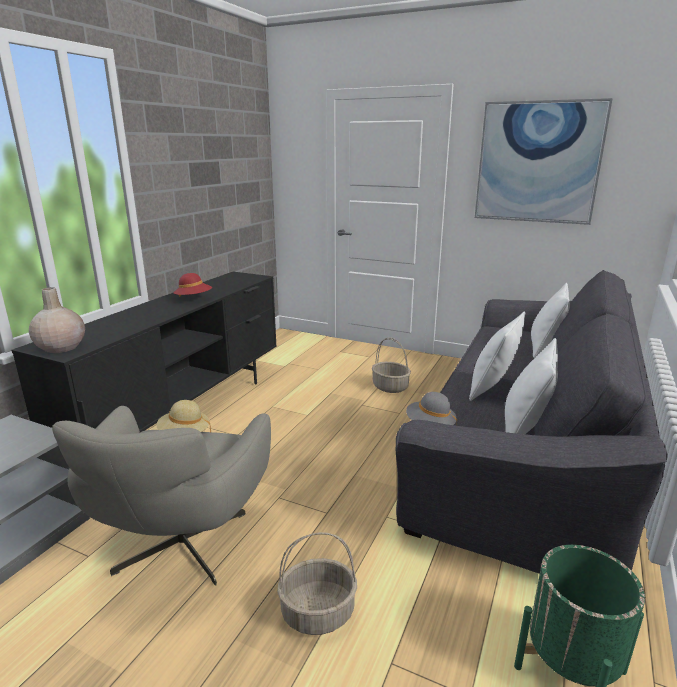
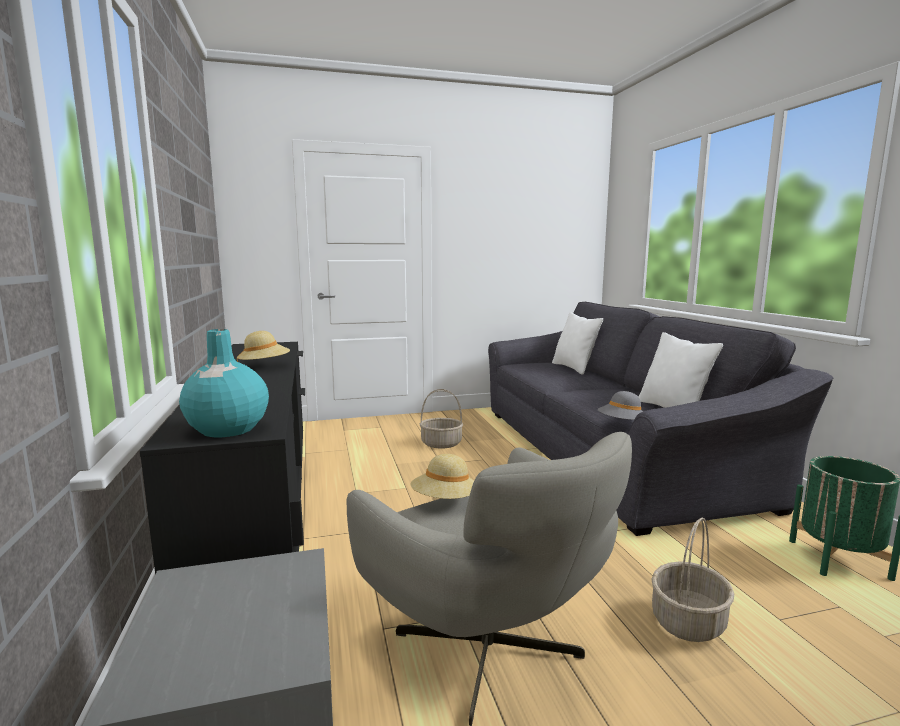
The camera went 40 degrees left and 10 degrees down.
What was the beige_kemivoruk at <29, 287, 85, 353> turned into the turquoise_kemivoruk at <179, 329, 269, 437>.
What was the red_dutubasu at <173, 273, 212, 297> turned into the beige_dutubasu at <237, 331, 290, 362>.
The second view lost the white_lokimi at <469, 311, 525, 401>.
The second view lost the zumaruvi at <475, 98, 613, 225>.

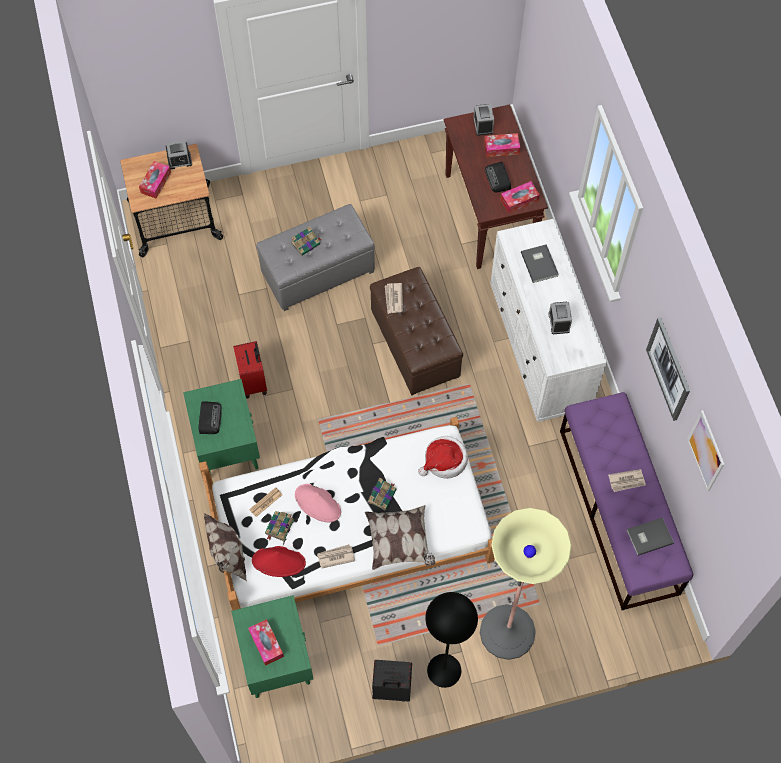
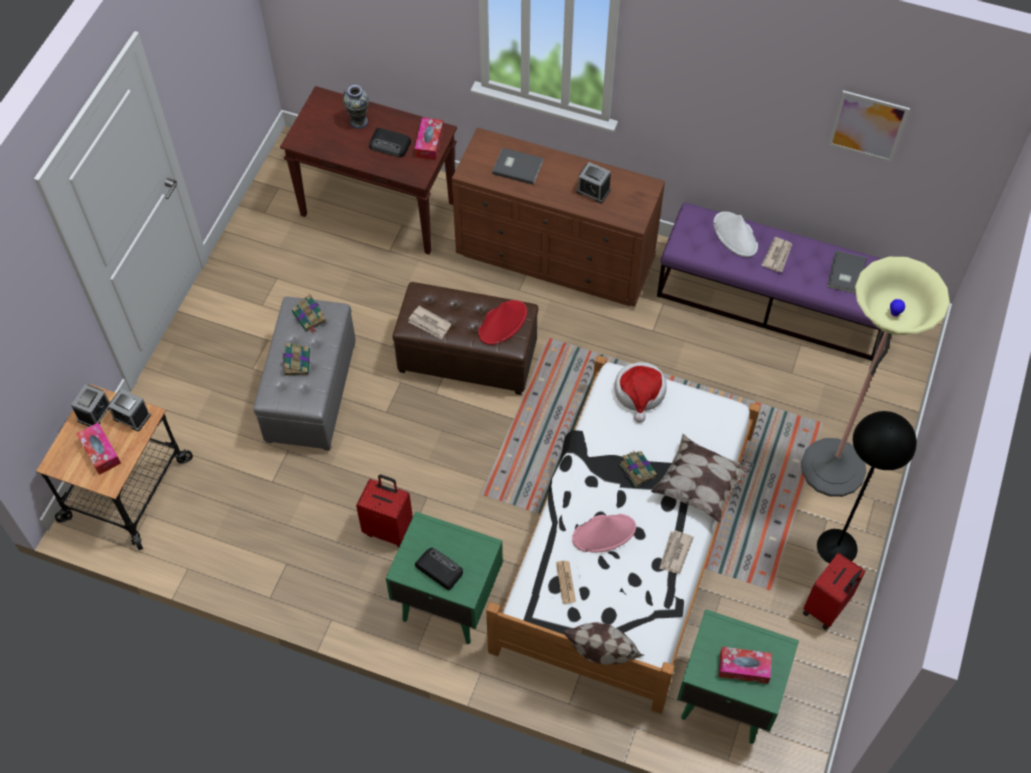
The camera went 55 degrees left and 5 degrees down.
The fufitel ended up elsewhere, having gone from <473, 104, 494, 136> to <108, 389, 151, 431>.
The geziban ended up elsewhere, having gone from <265, 511, 294, 542> to <292, 294, 327, 333>.
Where the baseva stood at <484, 133, 520, 157>, the kemivoruk came to stand at <343, 85, 369, 129>.
What was the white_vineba at <490, 219, 607, 422> turned into the brown_vineba at <452, 127, 665, 307>.
The red_dutubasu ended up elsewhere, having gone from <252, 546, 306, 577> to <478, 300, 527, 345>.
The second view gained the white_dutubasu at <713, 212, 758, 257>.
What was the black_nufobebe at <372, 660, 412, 701> turned into the red_nufobebe at <803, 552, 866, 630>.
The second view lost the zumaruvi at <646, 317, 690, 421>.

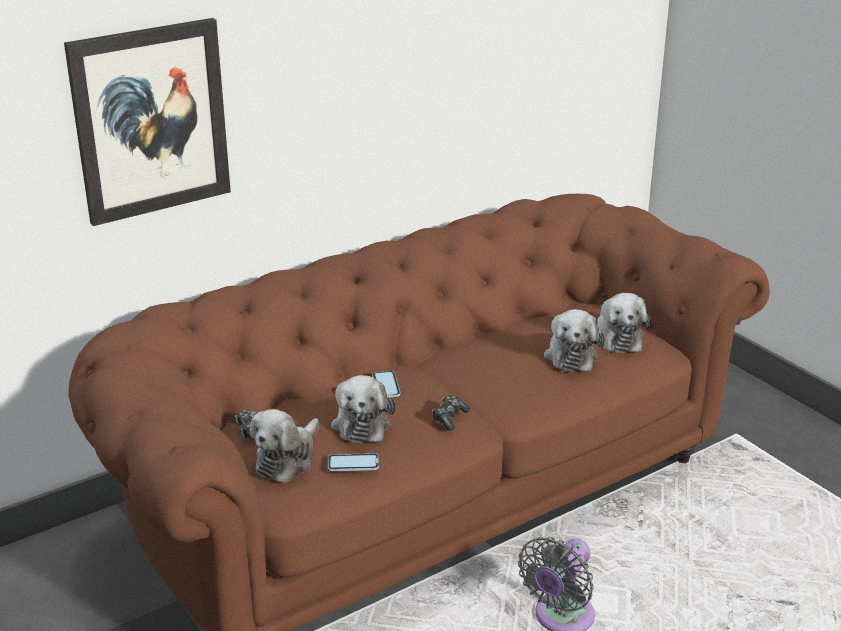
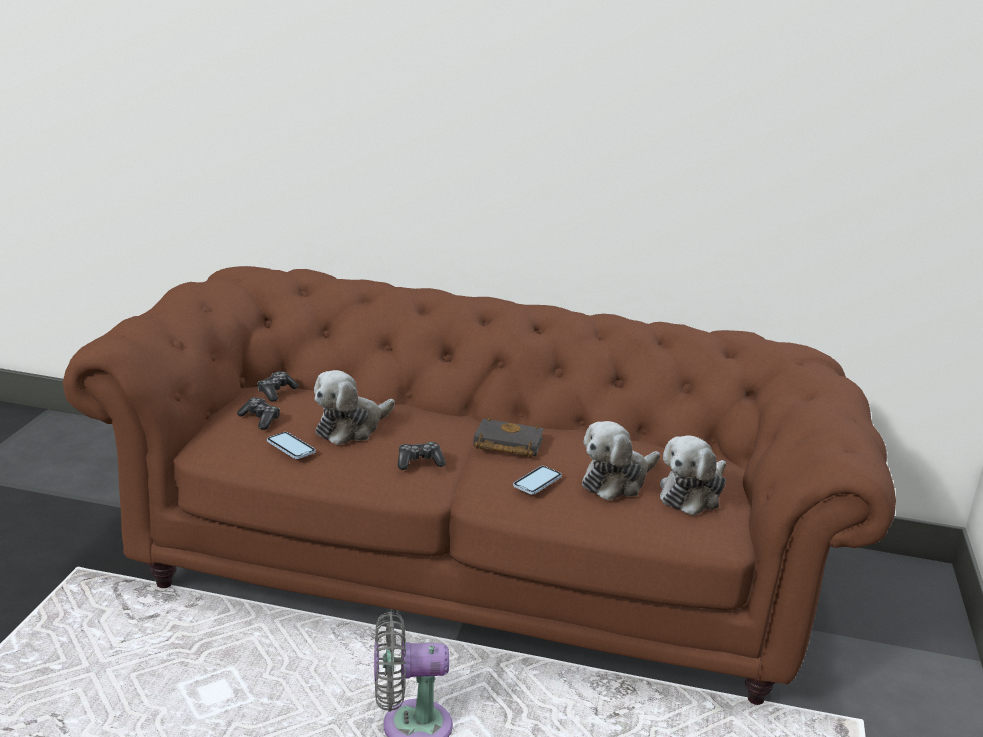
The camera went 45 degrees right and 5 degrees down.
Where the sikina stood at <250, 409, 319, 483>, the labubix came to stand at <237, 397, 280, 430>.
The second view gained the black_geziban at <473, 417, 544, 458>.
The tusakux ended up elsewhere, having gone from <372, 371, 401, 398> to <513, 466, 562, 495>.
The second view lost the zumaruvi at <64, 18, 231, 226>.

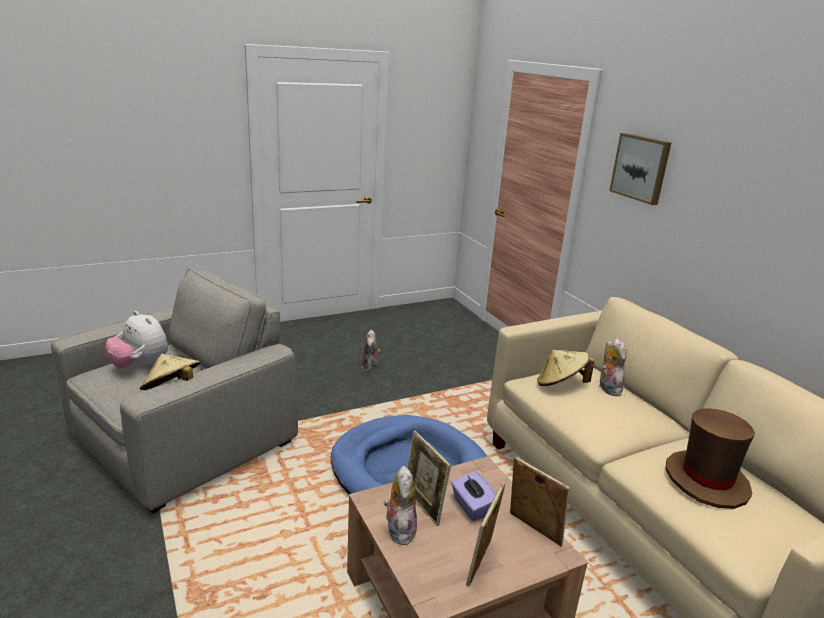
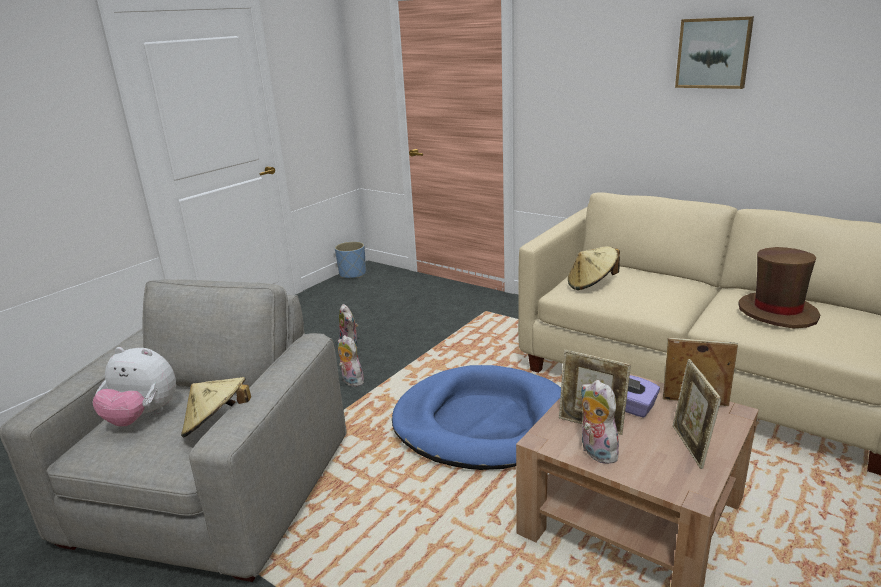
The camera went 25 degrees left and 0 degrees up.
The second view gained the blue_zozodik at <335, 241, 366, 278>.
The sikina ended up elsewhere, having gone from <600, 339, 627, 396> to <338, 335, 364, 387>.
The zumaruvi ended up elsewhere, having gone from <609, 133, 671, 205> to <675, 16, 754, 89>.

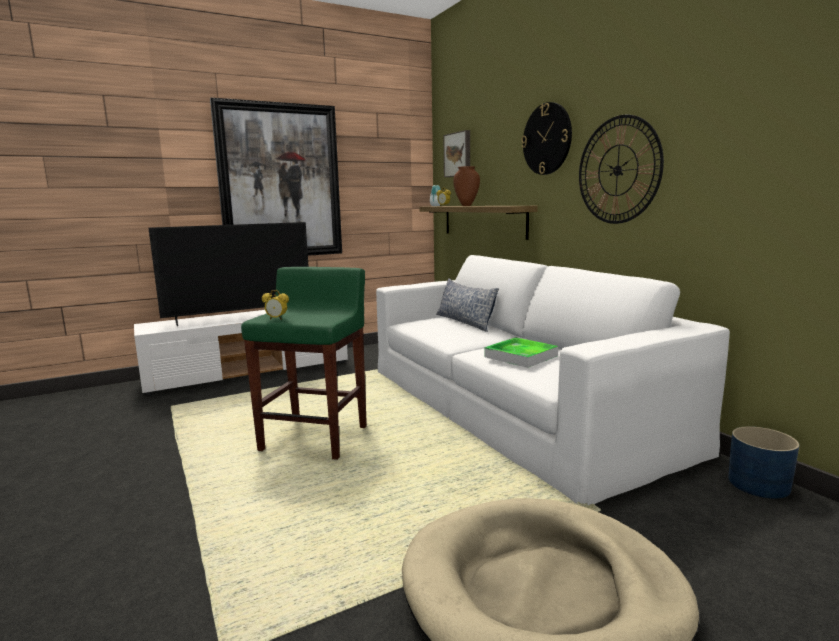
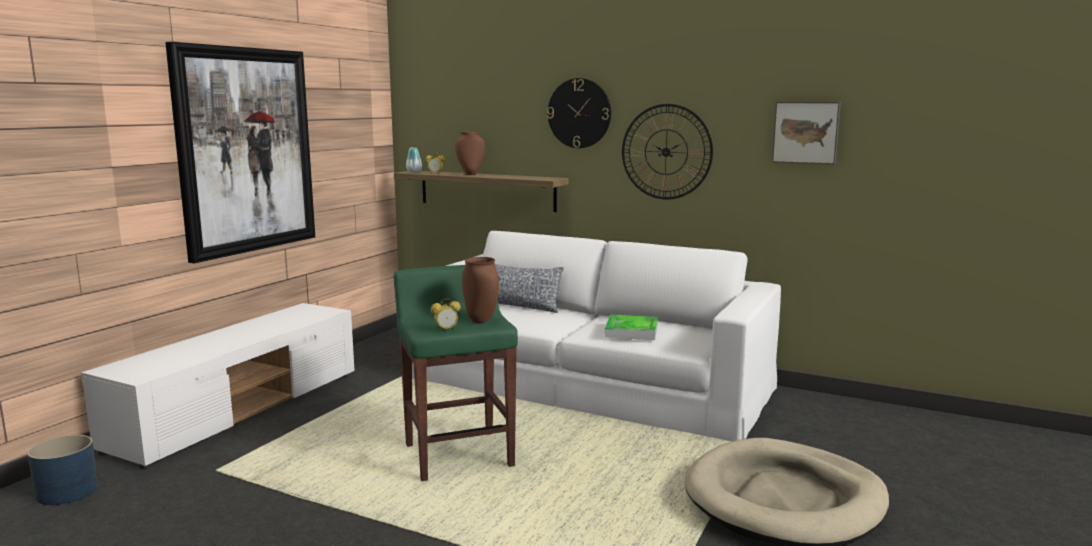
The camera went 35 degrees left and 0 degrees up.
The blue_zozodik ended up elsewhere, having gone from <728, 426, 799, 499> to <27, 435, 97, 505>.
The second view gained the brown_kemivoruk at <462, 257, 499, 323>.
The zumaruvi ended up elsewhere, having gone from <444, 130, 470, 177> to <772, 102, 841, 164>.
The second view lost the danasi at <148, 222, 309, 326>.

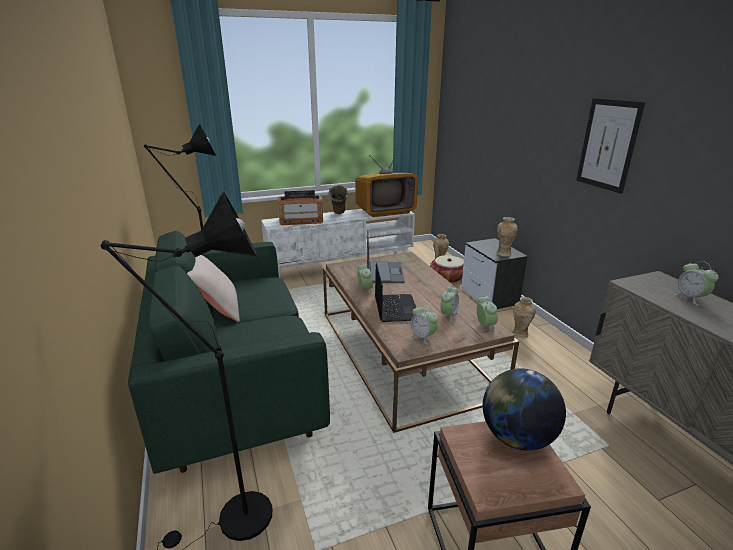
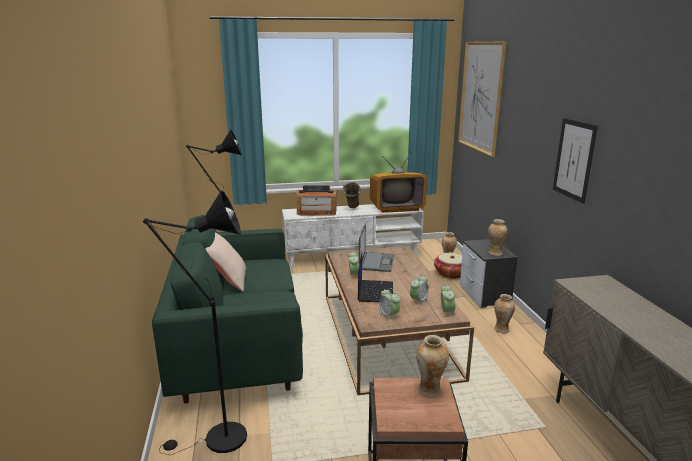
The camera went 10 degrees right and 5 degrees down.
Where the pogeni stood at <483, 369, 566, 451>, the kemivoruk came to stand at <416, 335, 449, 398>.
The second view gained the zumaruvi at <458, 41, 507, 157>.
The second view lost the fufitel at <674, 261, 719, 306>.

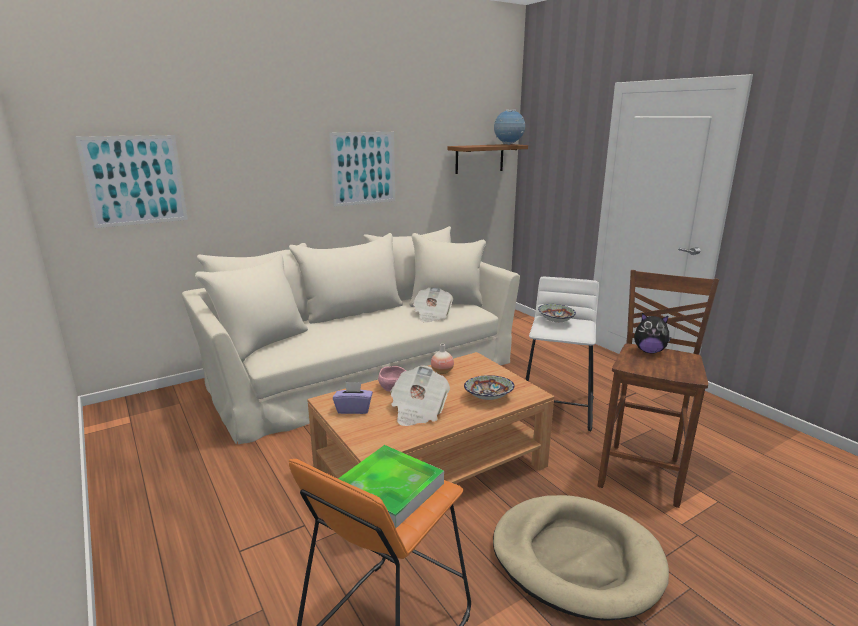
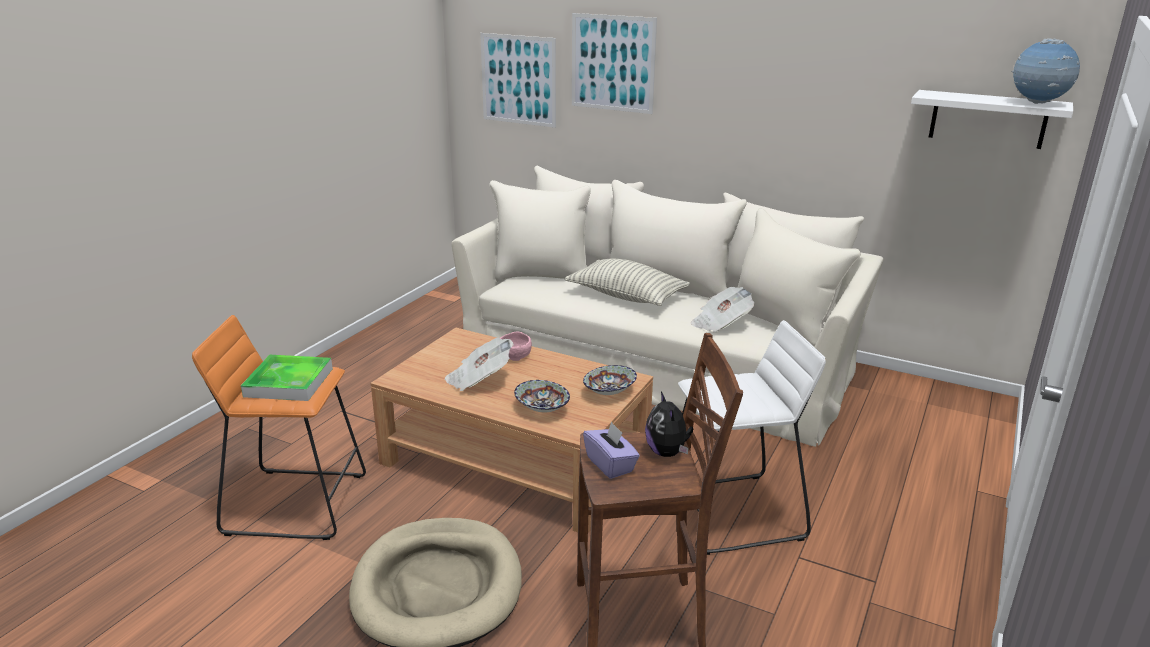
The camera went 60 degrees right and 5 degrees up.
The second view gained the lokimi at <565, 259, 690, 306>.
The zumaruvi ended up elsewhere, having gone from <329, 132, 395, 207> to <572, 13, 657, 114>.
The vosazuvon ended up elsewhere, having gone from <538, 304, 576, 322> to <583, 365, 637, 395>.
The purple_baseva ended up elsewhere, having gone from <333, 382, 373, 414> to <583, 421, 640, 479>.
What was the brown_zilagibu at <448, 144, 528, 174> turned into the white_zilagibu at <911, 90, 1073, 149>.
The second view lost the kemivoruk at <431, 344, 454, 374>.

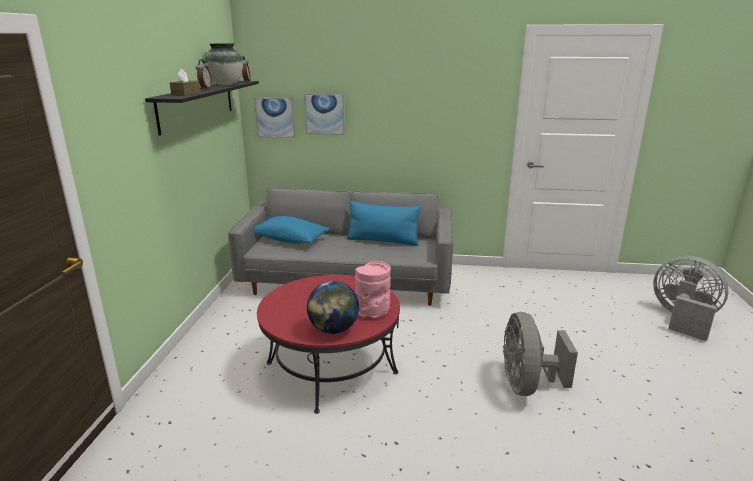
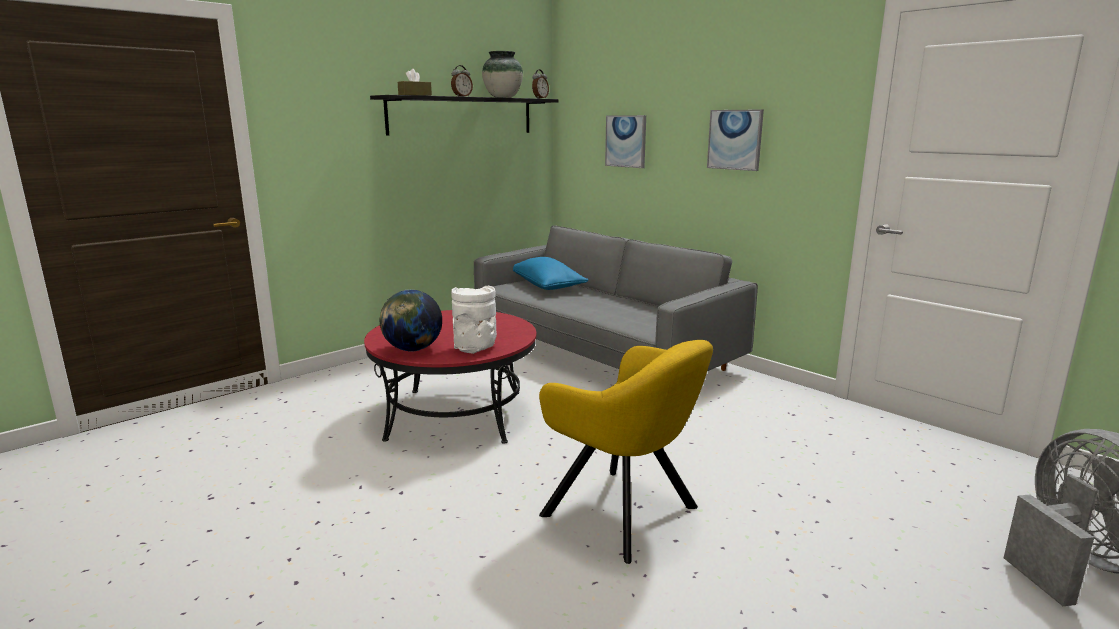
The camera went 40 degrees right and 5 degrees down.
What was the pink_kemivoruk at <355, 261, 391, 318> turned into the white_kemivoruk at <451, 286, 497, 354>.
Where the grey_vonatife stood at <503, 312, 578, 396>, the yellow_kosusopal came to stand at <539, 340, 713, 564>.
The zumaruvi ended up elsewhere, having gone from <254, 97, 296, 138> to <707, 109, 764, 171>.
The second view lost the blue_lokimi at <347, 201, 421, 246>.

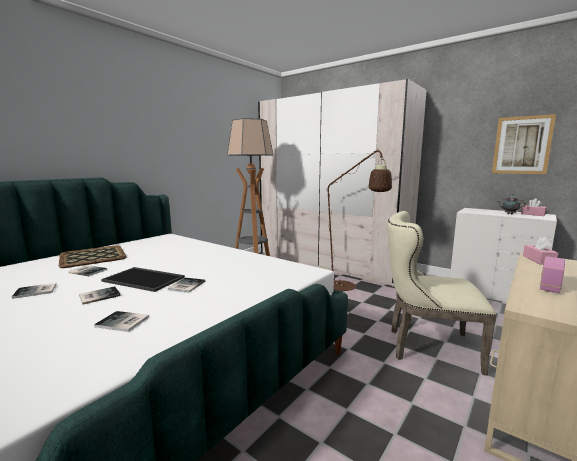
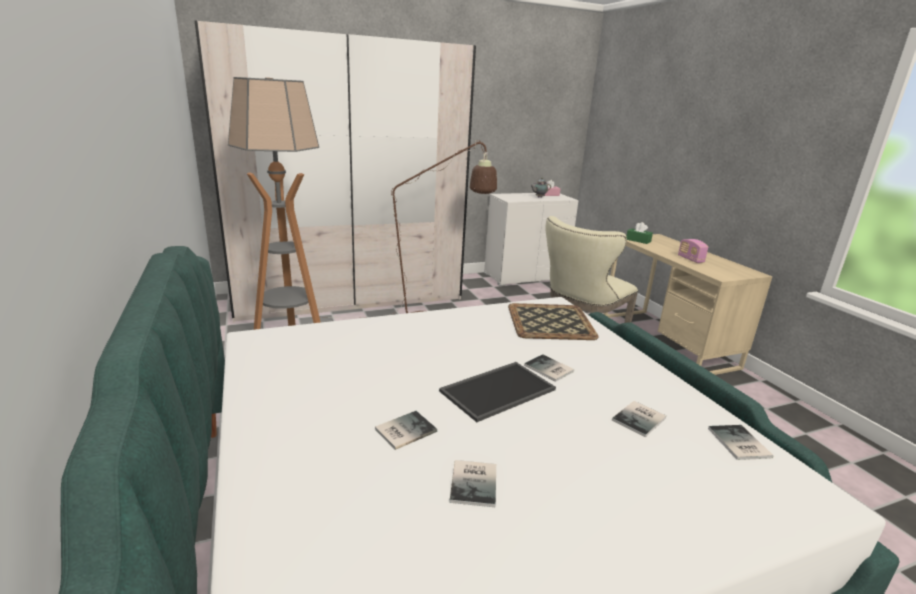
The camera went 60 degrees left and 10 degrees up.
The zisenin ended up elsewhere, having gone from <59, 245, 127, 268> to <508, 303, 599, 340>.
What was the pink_baseva at <523, 237, 559, 265> turned into the green_baseva at <626, 222, 653, 244>.
The geziban ended up elsewhere, having gone from <79, 286, 121, 305> to <708, 425, 773, 460>.
The second view lost the zumaruvi at <492, 114, 556, 174>.

